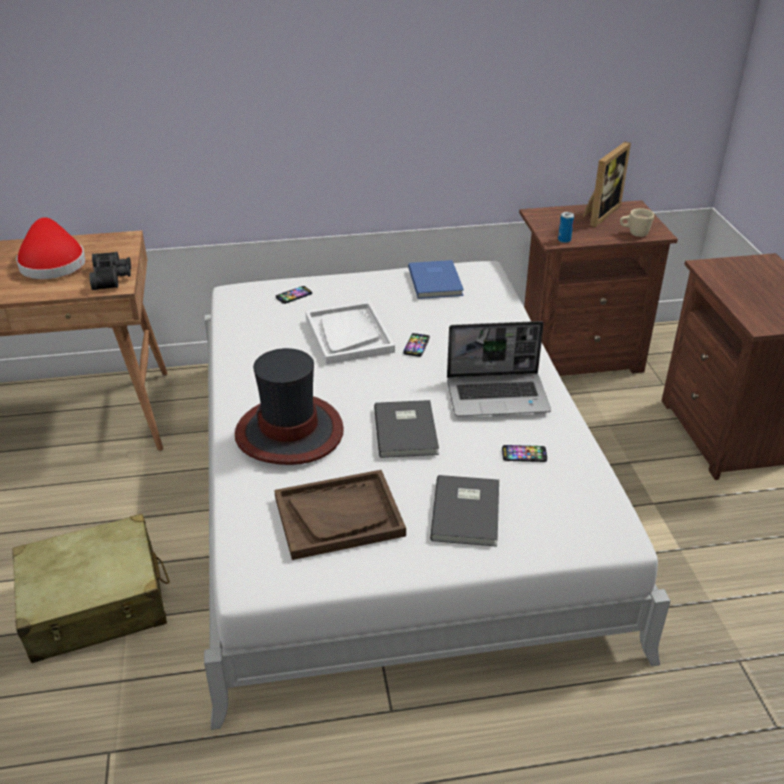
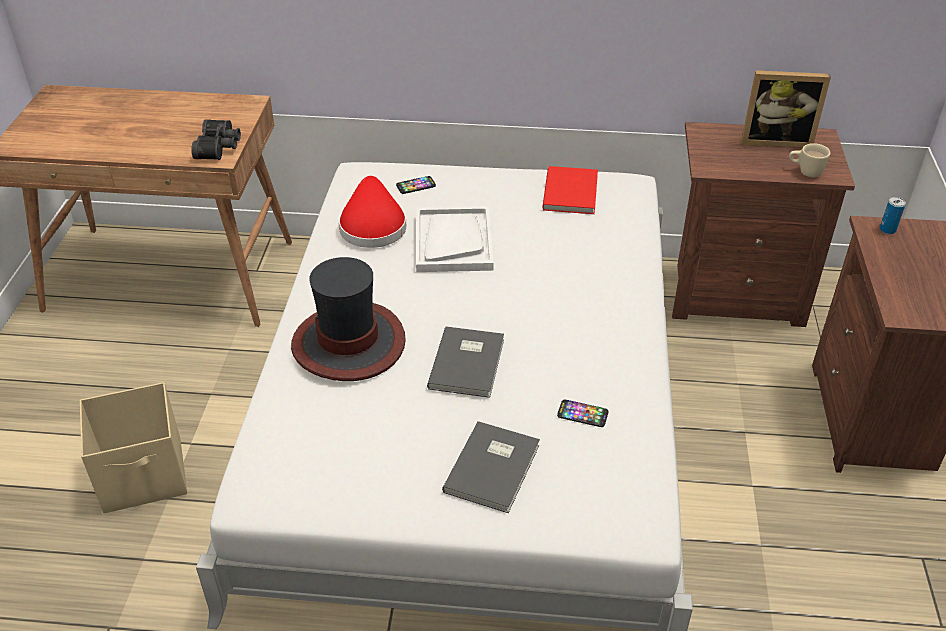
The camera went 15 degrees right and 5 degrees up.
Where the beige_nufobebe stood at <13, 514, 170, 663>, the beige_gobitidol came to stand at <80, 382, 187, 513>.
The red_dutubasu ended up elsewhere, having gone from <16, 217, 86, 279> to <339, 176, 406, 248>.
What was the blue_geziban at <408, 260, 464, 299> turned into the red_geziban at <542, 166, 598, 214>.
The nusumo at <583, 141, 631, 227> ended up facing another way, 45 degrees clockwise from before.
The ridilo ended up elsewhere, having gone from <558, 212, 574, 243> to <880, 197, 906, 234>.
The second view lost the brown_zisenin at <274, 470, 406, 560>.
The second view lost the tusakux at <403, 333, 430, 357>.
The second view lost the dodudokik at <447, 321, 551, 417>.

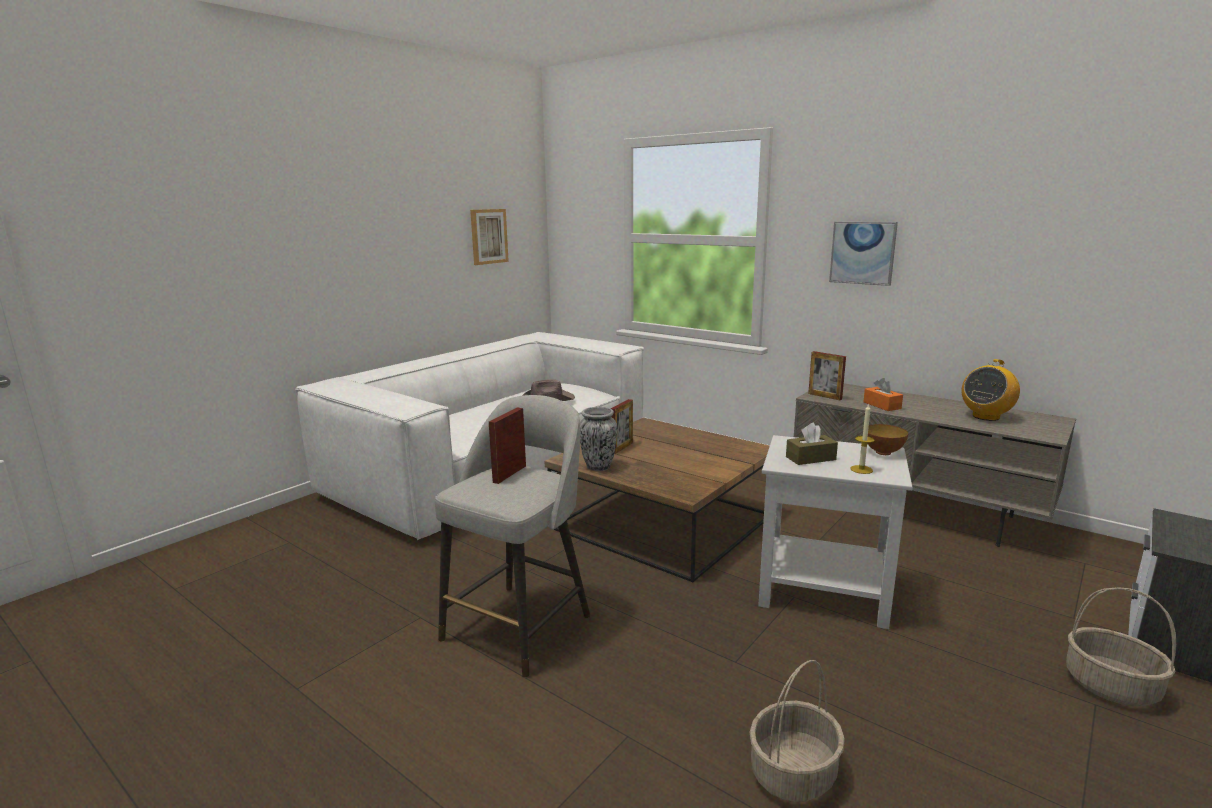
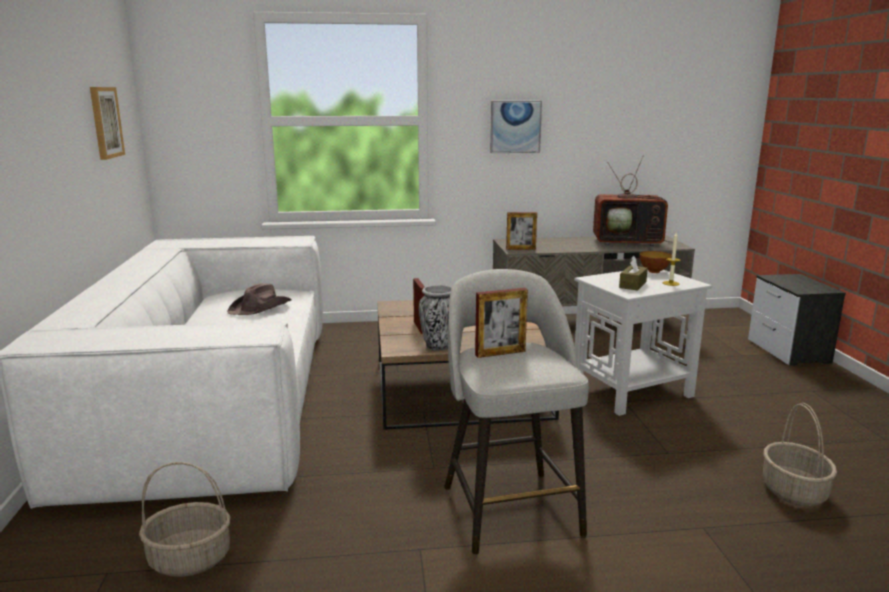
The camera went 45 degrees left and 0 degrees up.
The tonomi ended up elsewhere, having gone from <1066, 587, 1176, 706> to <139, 462, 230, 577>.
The nusumo at <489, 407, 526, 484> ended up facing another way, 90 degrees counterclockwise from before.
Where the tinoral stood at <961, 359, 1020, 421>, the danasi came to stand at <593, 155, 673, 246>.
The second view lost the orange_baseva at <863, 378, 903, 411>.

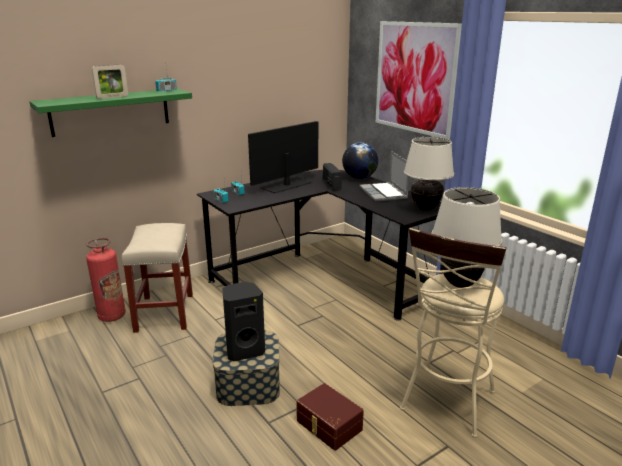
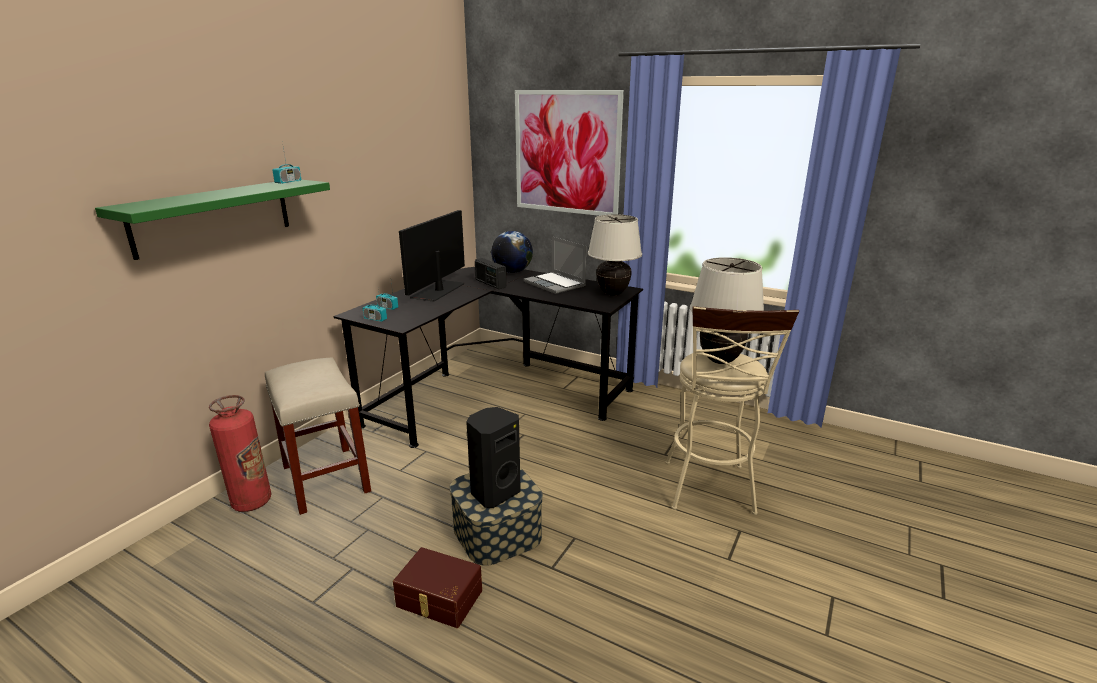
The camera went 25 degrees left and 0 degrees up.
The brown_gobitidol ended up elsewhere, having gone from <296, 383, 364, 451> to <393, 547, 482, 628>.
The second view lost the nusumo at <92, 65, 128, 99>.

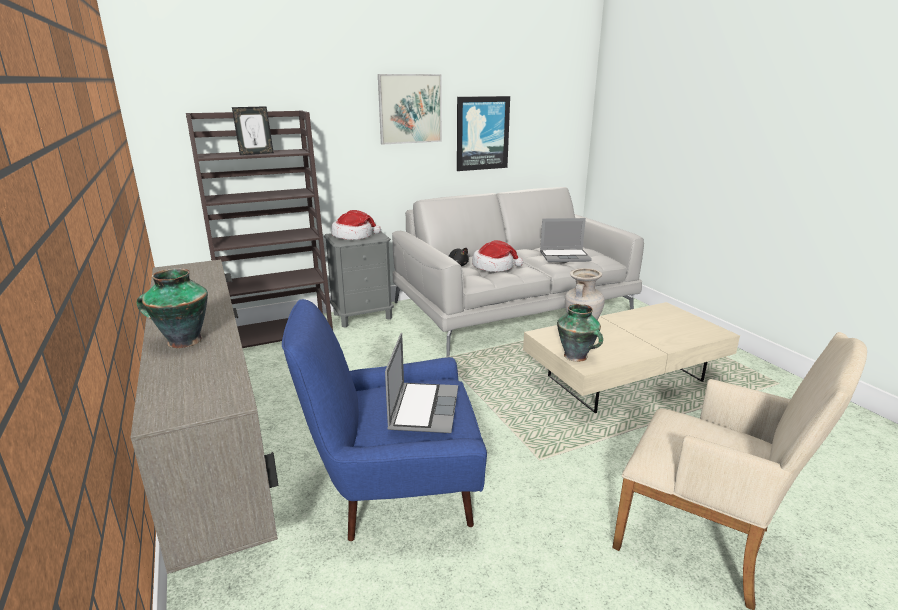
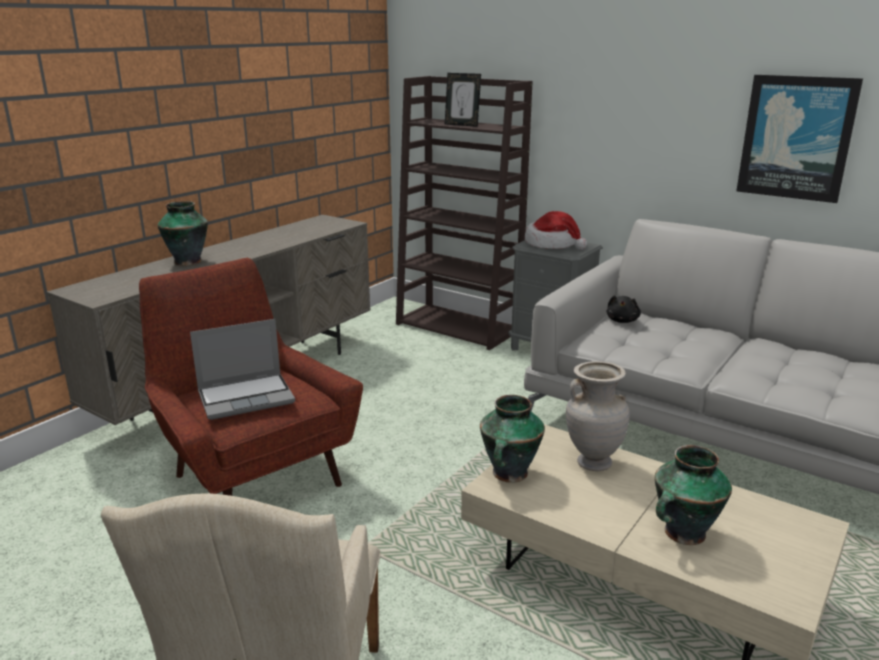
The camera went 60 degrees right and 0 degrees up.
What was the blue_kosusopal at <282, 299, 487, 541> turned into the red_kosusopal at <139, 258, 363, 496>.
The second view gained the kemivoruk at <655, 445, 732, 545>.
The second view lost the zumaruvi at <378, 74, 442, 145>.
The second view lost the dutubasu at <472, 240, 523, 272>.
The second view lost the dodudokik at <540, 218, 592, 262>.

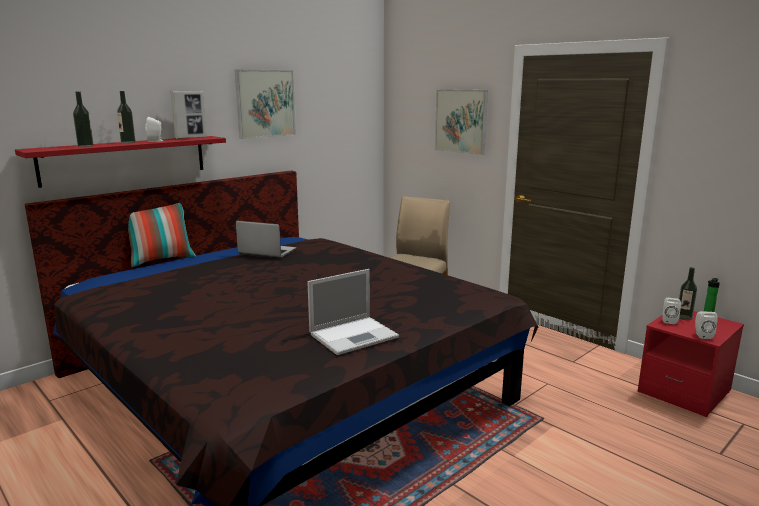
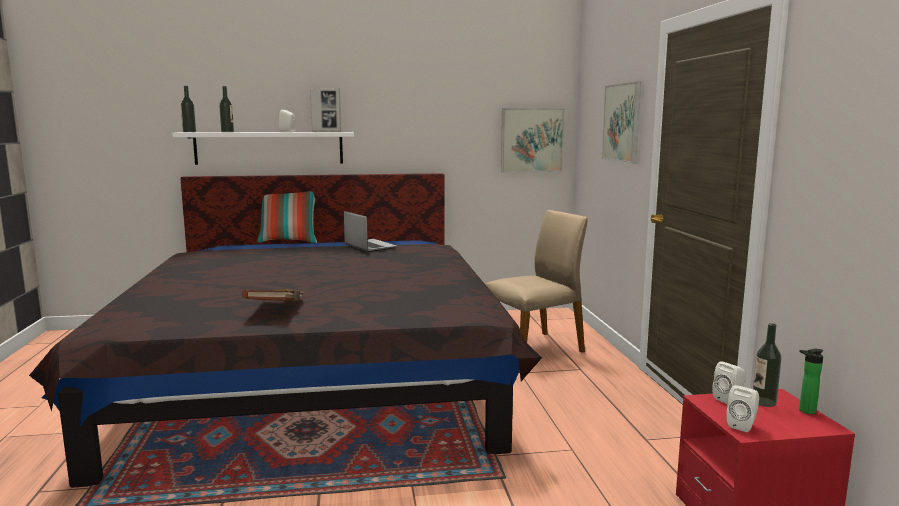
The camera went 35 degrees right and 5 degrees down.
What was the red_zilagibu at <15, 136, 226, 188> turned into the white_zilagibu at <172, 132, 354, 165>.
The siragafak ended up elsewhere, having gone from <117, 91, 136, 143> to <181, 86, 196, 132>.
Where the dodudokik stood at <307, 269, 399, 355>, the brown_geziban came to stand at <242, 289, 304, 302>.
The zumaruvi ended up elsewhere, having gone from <235, 70, 296, 139> to <501, 108, 565, 173>.

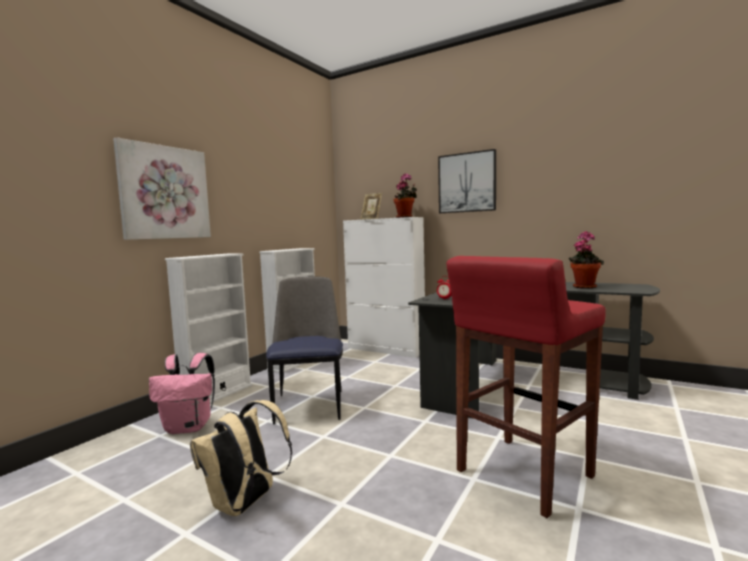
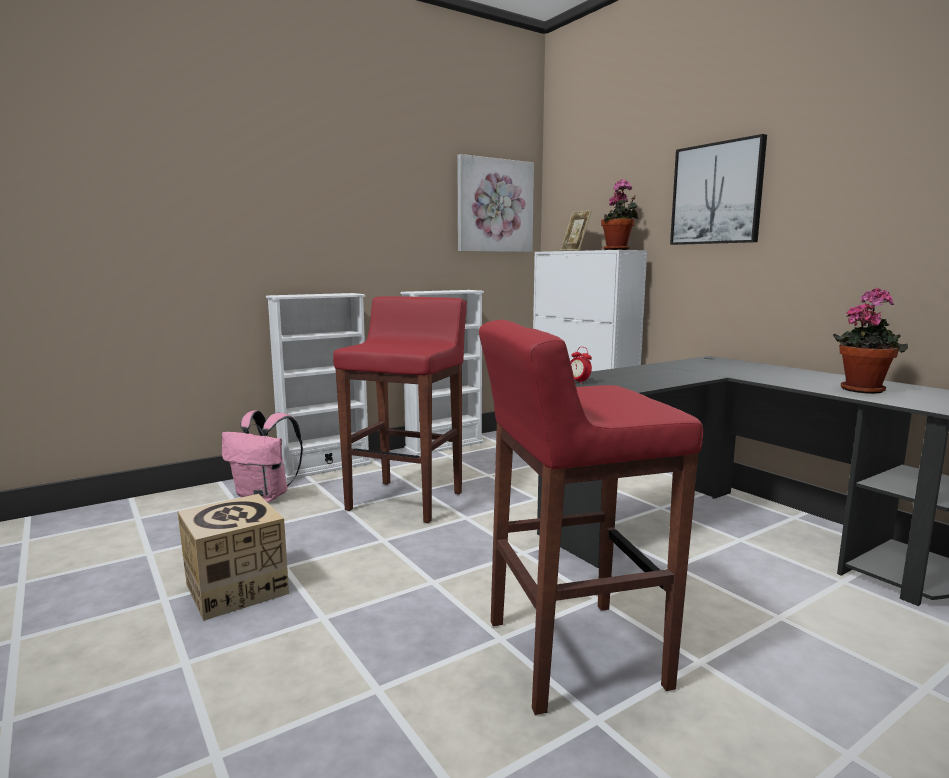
The camera went 25 degrees right and 5 degrees up.
Where the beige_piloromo stood at <190, 400, 292, 516>, the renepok came to stand at <177, 494, 289, 621>.
Where the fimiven stood at <266, 276, 343, 424>, the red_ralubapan came to stand at <333, 296, 467, 523>.
The zumaruvi ended up elsewhere, having gone from <113, 137, 211, 240> to <457, 154, 534, 252>.

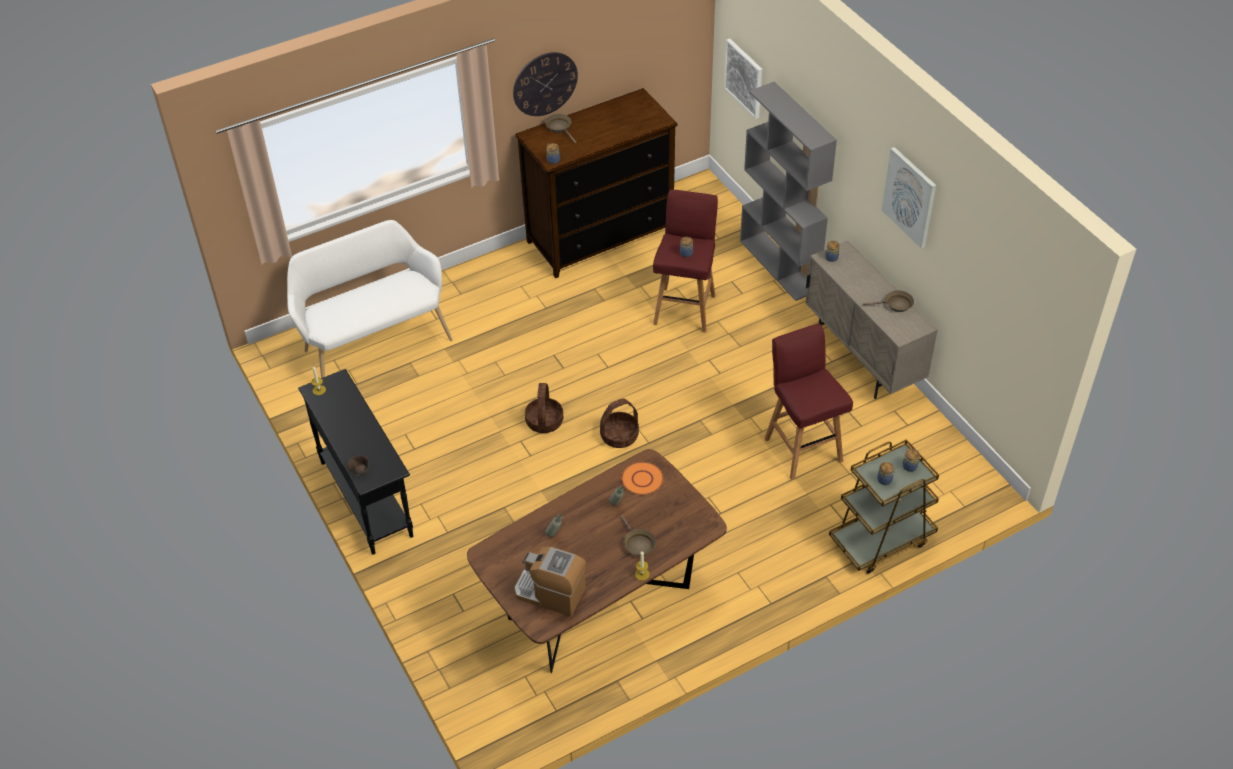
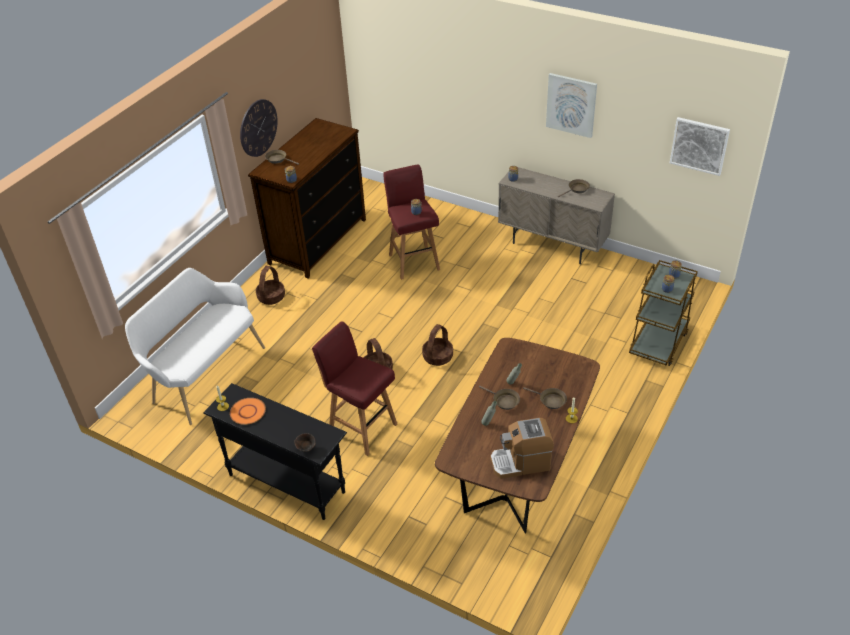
The camera went 30 degrees left and 5 degrees down.
The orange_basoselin ended up elsewhere, having gone from <621, 462, 664, 495> to <230, 398, 266, 425>.
The second view gained the tonomi at <256, 266, 285, 305>.
The red_ralubapan ended up elsewhere, having gone from <764, 323, 853, 480> to <312, 321, 397, 456>.
The second view gained the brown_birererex at <479, 386, 520, 410>.
The zumaruvi ended up elsewhere, having gone from <724, 38, 762, 119> to <670, 117, 730, 176>.
The second view lost the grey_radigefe at <740, 82, 837, 301>.

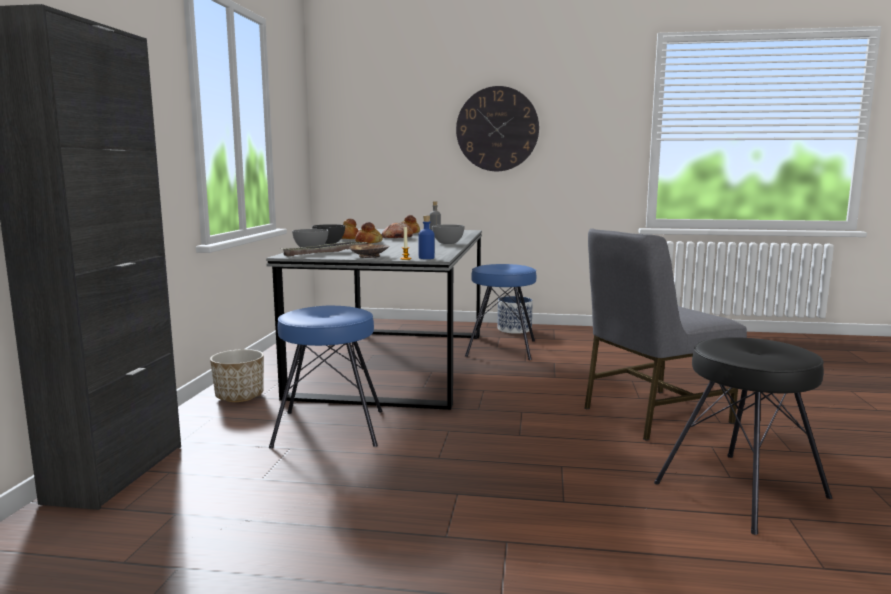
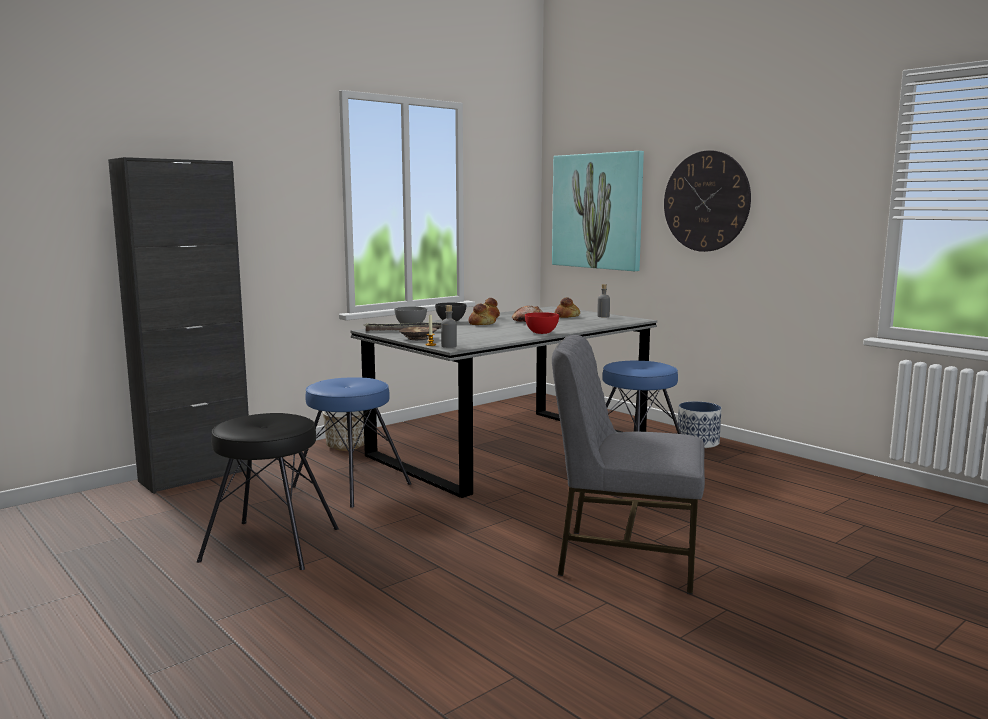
The camera went 40 degrees right and 0 degrees up.
The black_ralubapan ended up elsewhere, having gone from <654, 337, 832, 535> to <197, 413, 339, 570>.
What was the blue_siragafak at <419, 215, 435, 259> turned into the grey_siragafak at <441, 305, 457, 348>.
What was the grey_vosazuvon at <432, 224, 465, 244> turned into the red_vosazuvon at <525, 312, 559, 334>.
The second view gained the zumaruvi at <552, 151, 644, 271>.

